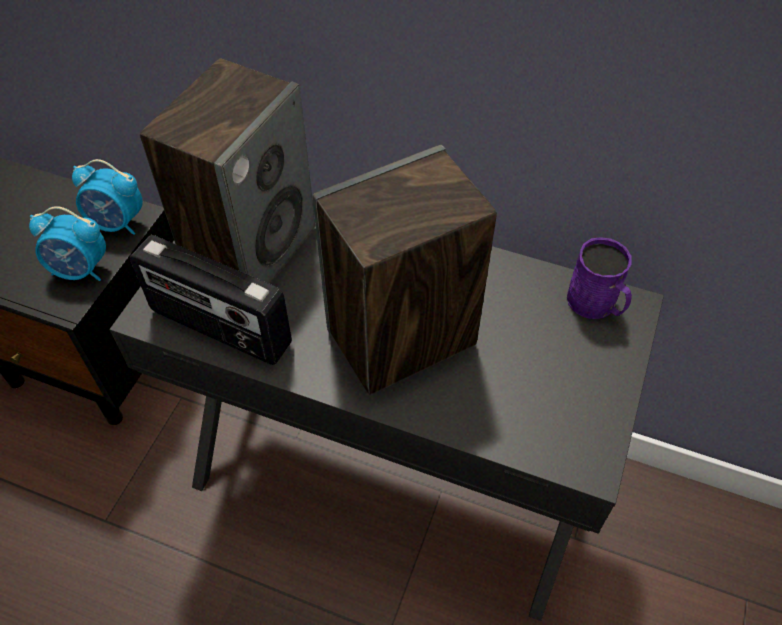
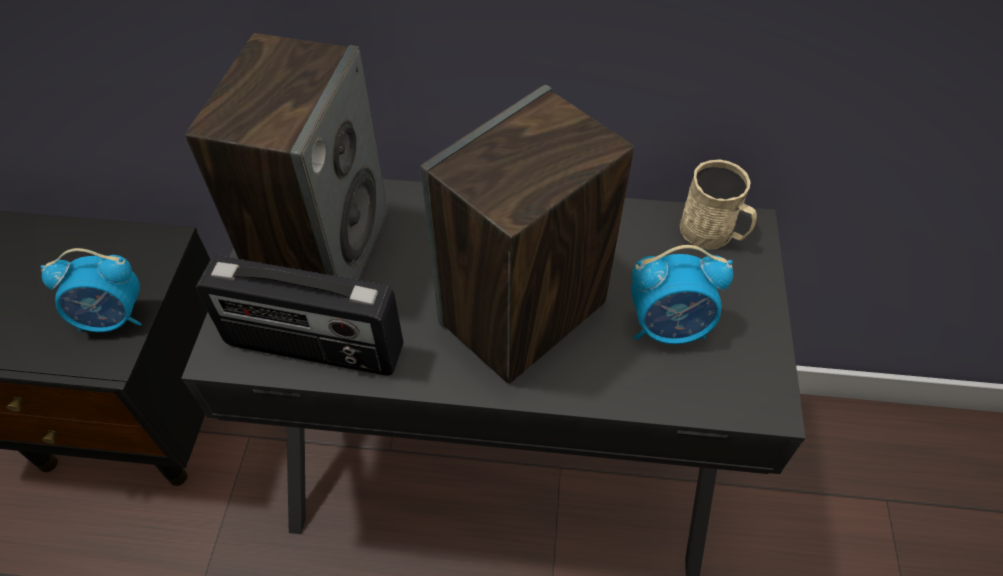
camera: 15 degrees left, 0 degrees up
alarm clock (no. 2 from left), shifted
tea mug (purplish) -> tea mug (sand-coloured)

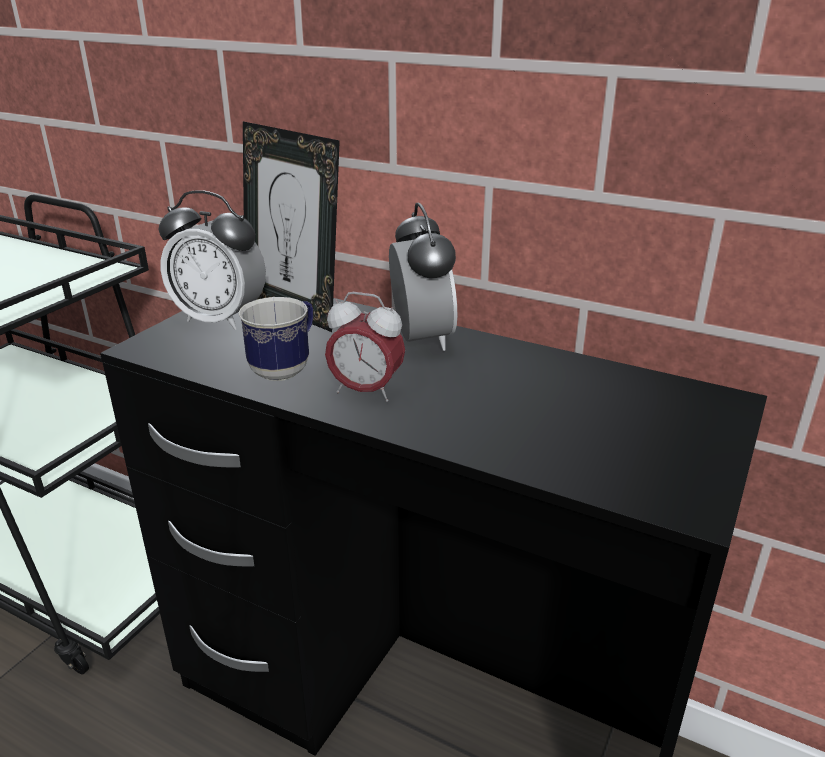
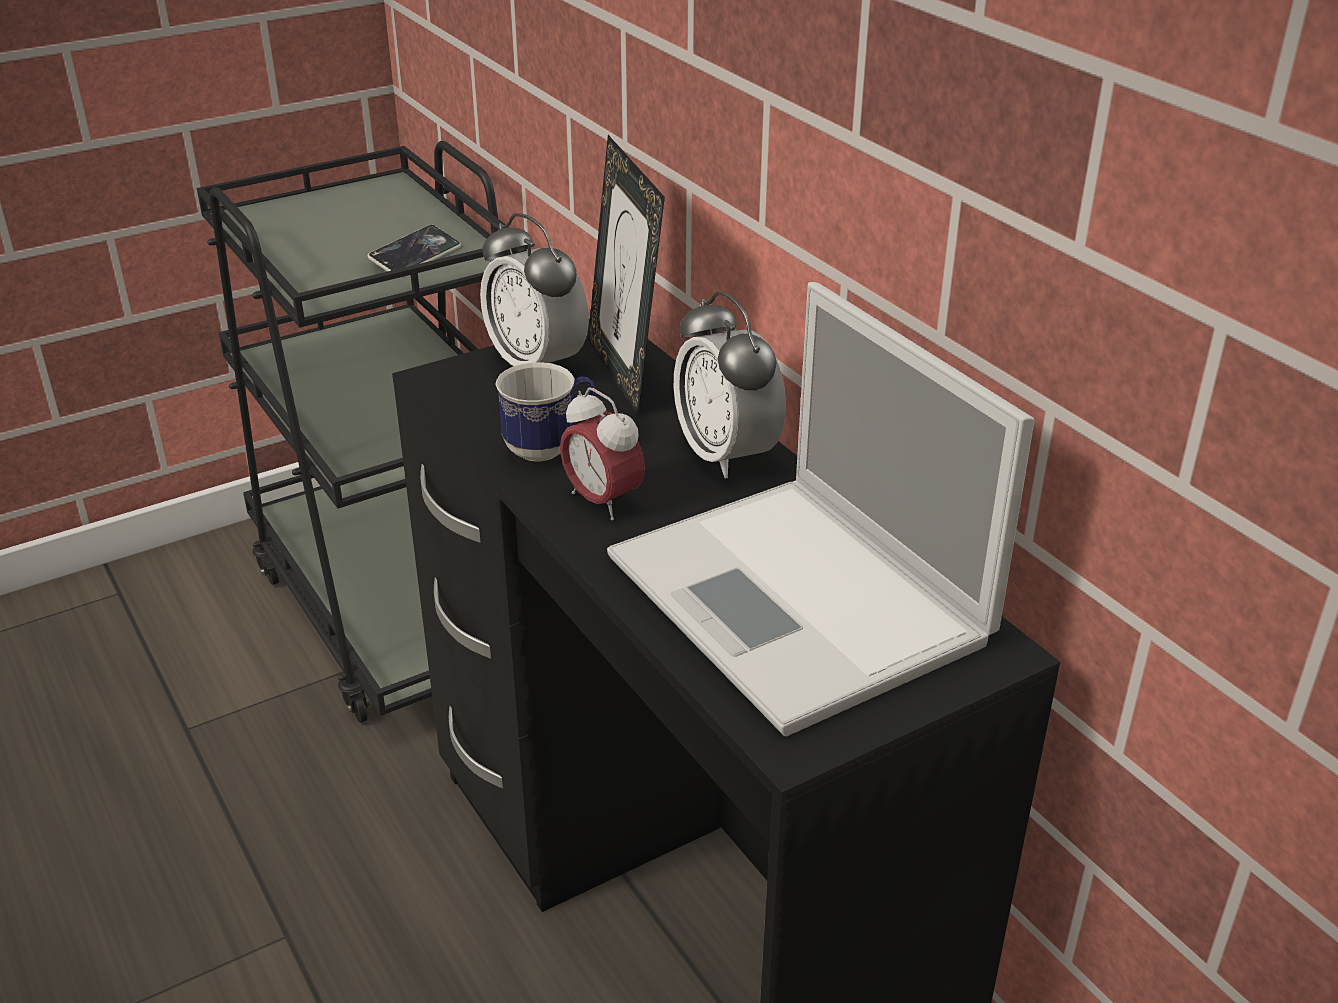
camera: 30 degrees right, 5 degrees up
none -> telephone
none -> notebook computer
alarm clock (no. 3 from left), 135 degrees clockwise

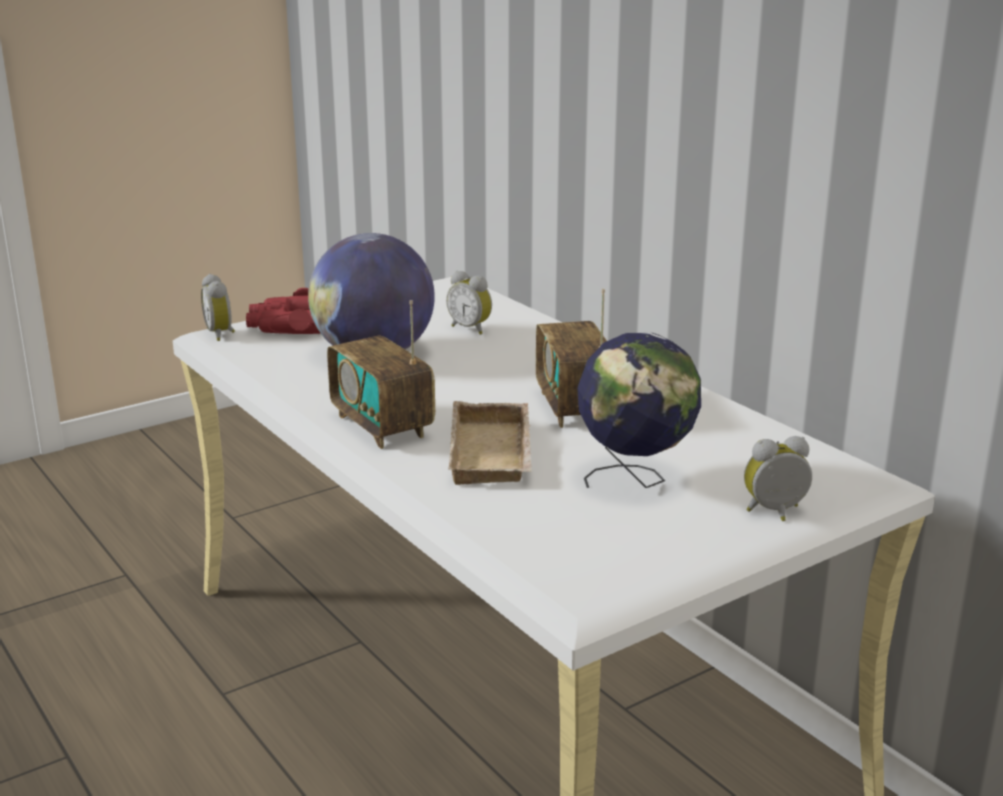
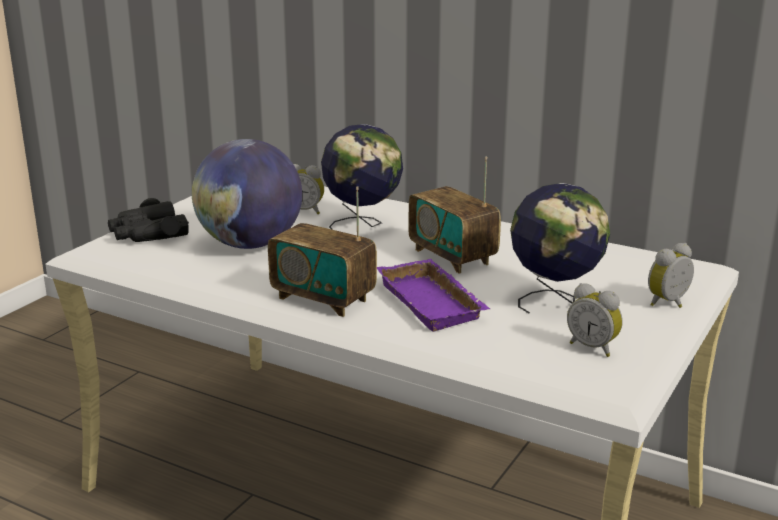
camera: 25 degrees left, 0 degrees up
none -> desk globe (no. 2 from left)
alarm clock (no. 1 from left in the first image) -> alarm clock (no. 2 from left), shifted
binoculars (red) -> binoculars (blackish)
tray (sand-coloured) -> tray (purplish)

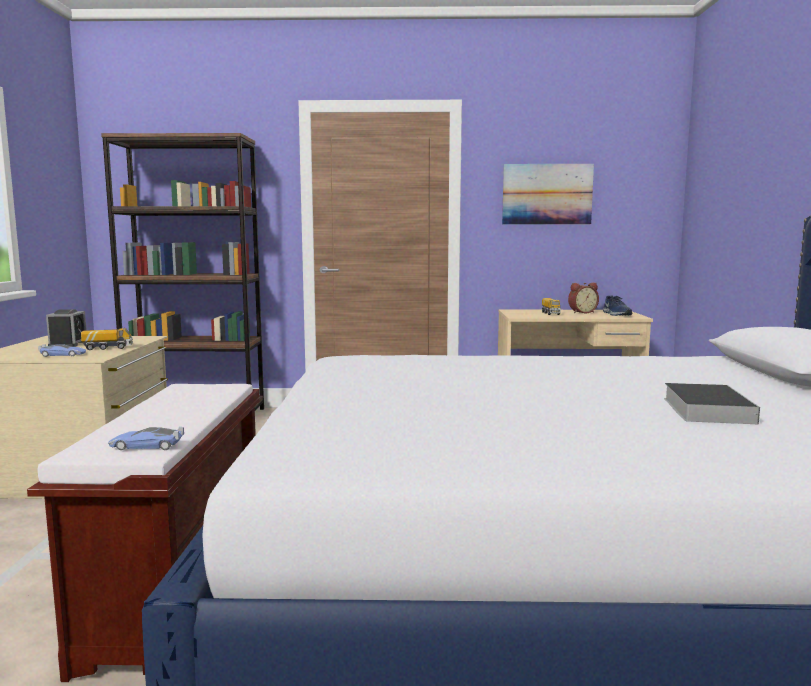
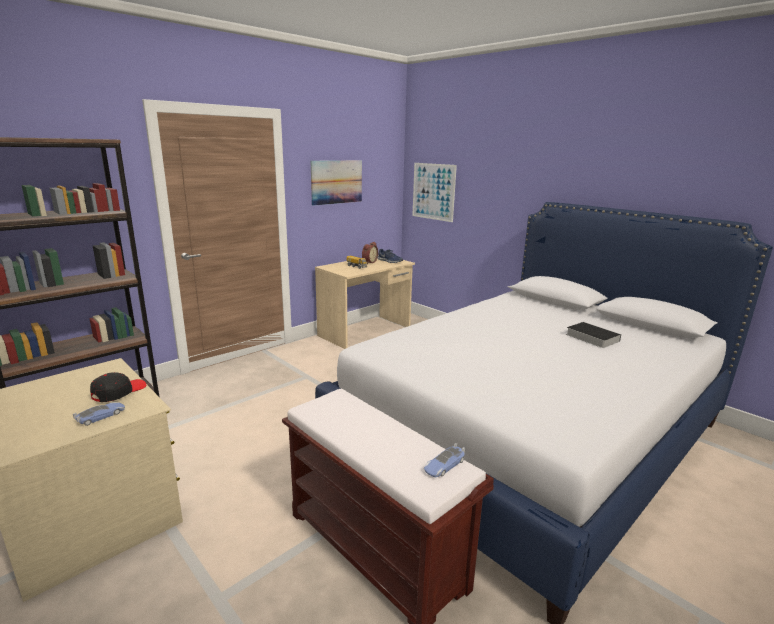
camera: 45 degrees left, 10 degrees up
alarm clock (no. 1 from left) -> none
none -> picture (no. 2 from left)
model truck (no. 1 from left) -> cap (blackish)

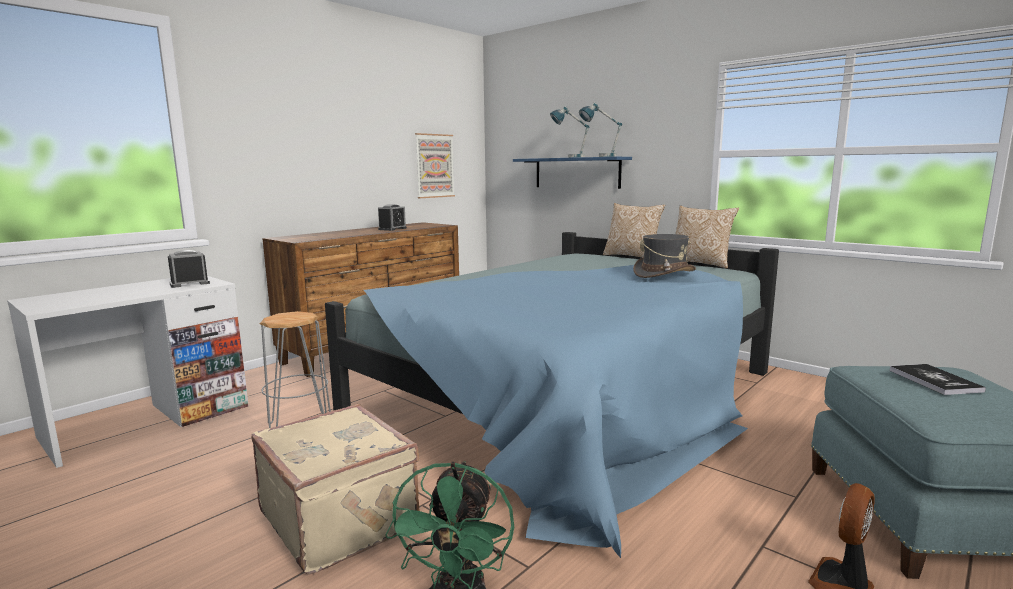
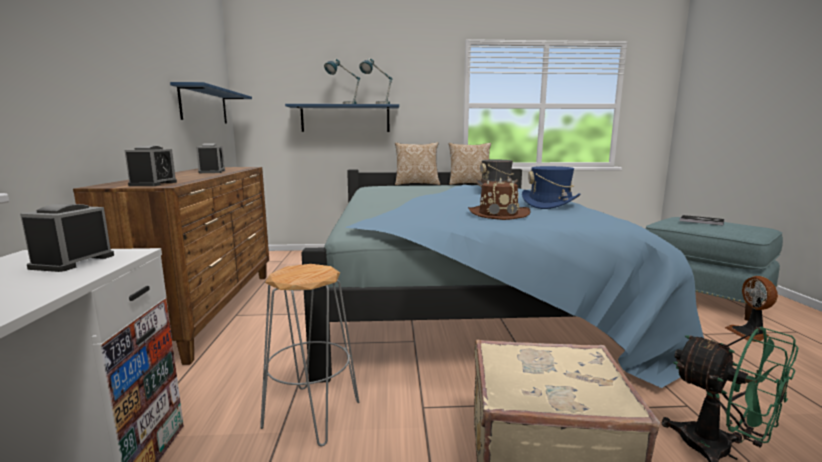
camera: 45 degrees left, 0 degrees up
none -> alarm clock (no. 2 from left)
none -> clothing hat (brown)
none -> clothing hat (blue-coloured)
picture -> bracket shelf (blue-coloured) (no. 1 from left)

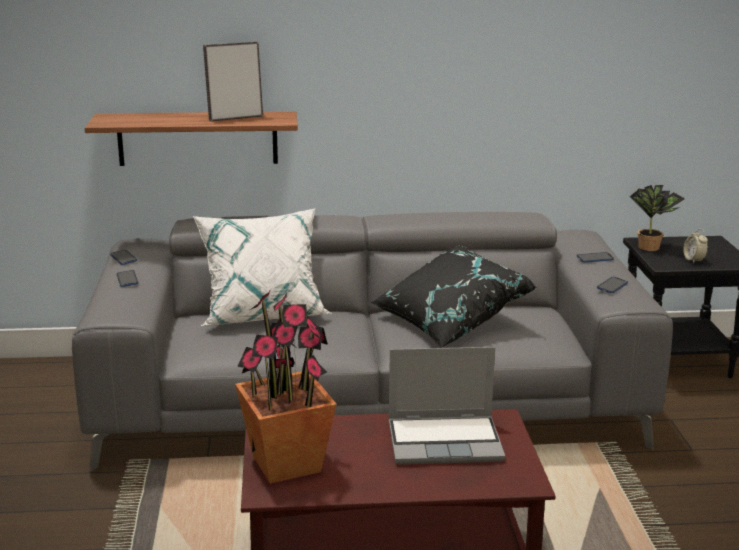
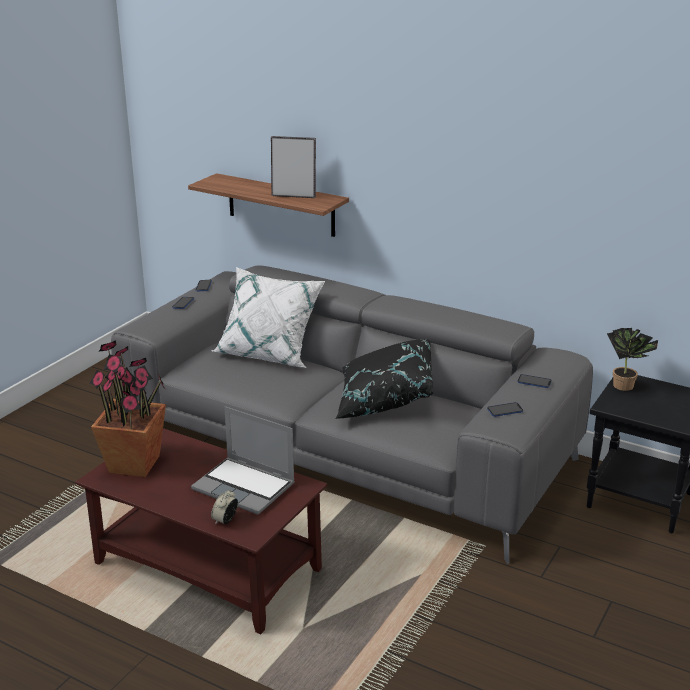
camera: 35 degrees right, 5 degrees up
alarm clock, shifted

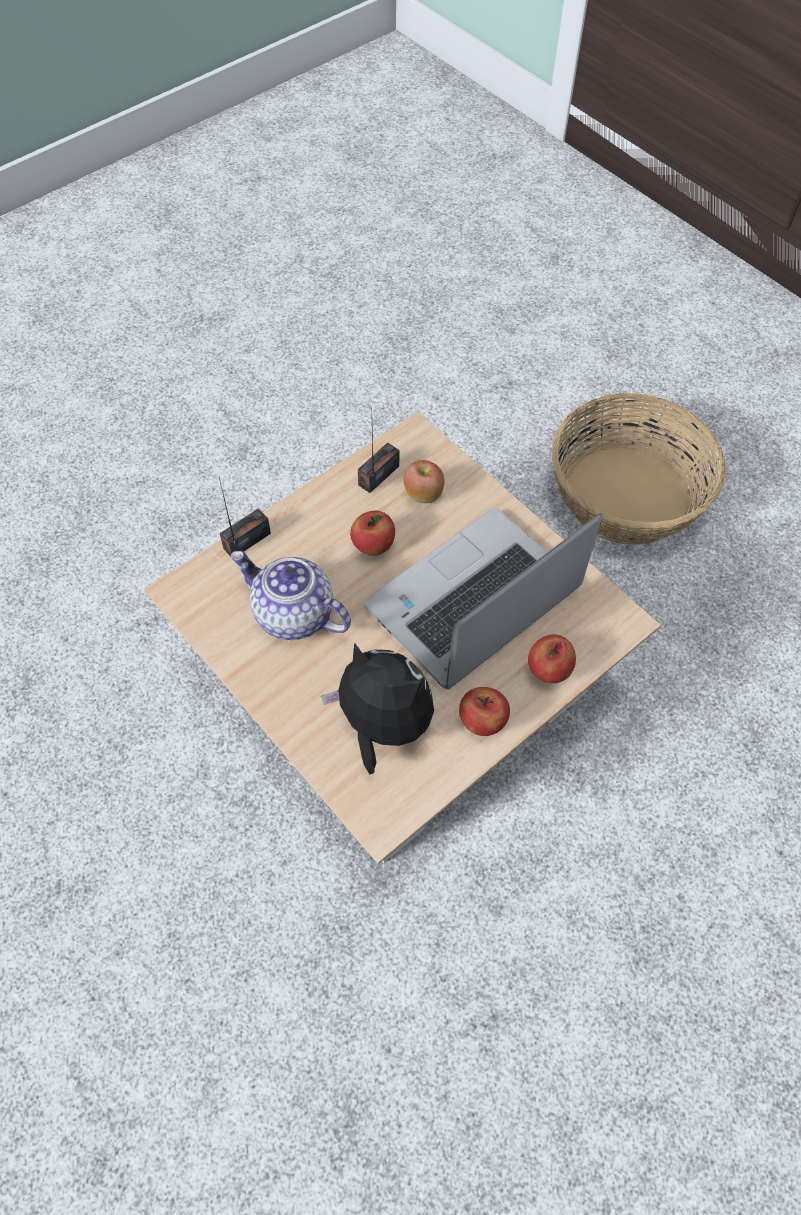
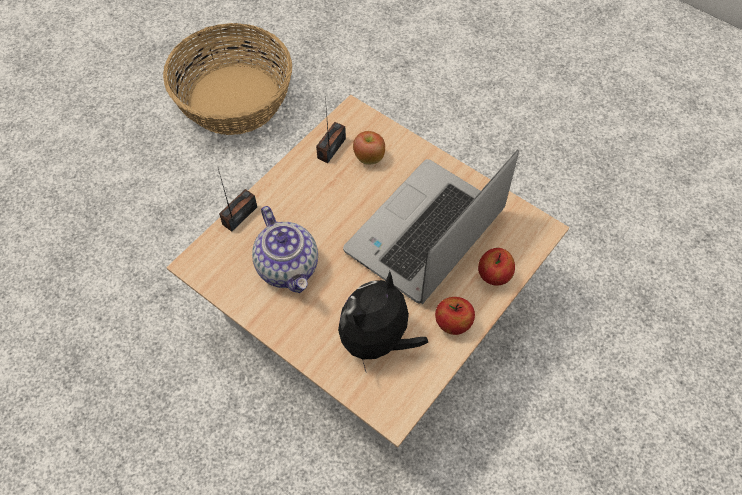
camera: 10 degrees left, 0 degrees up
apple (no. 1 from left) -> none
household basket, shifted
pot for tea, 135 degrees counterclockwise
cuddly toy, 75 degrees counterclockwise

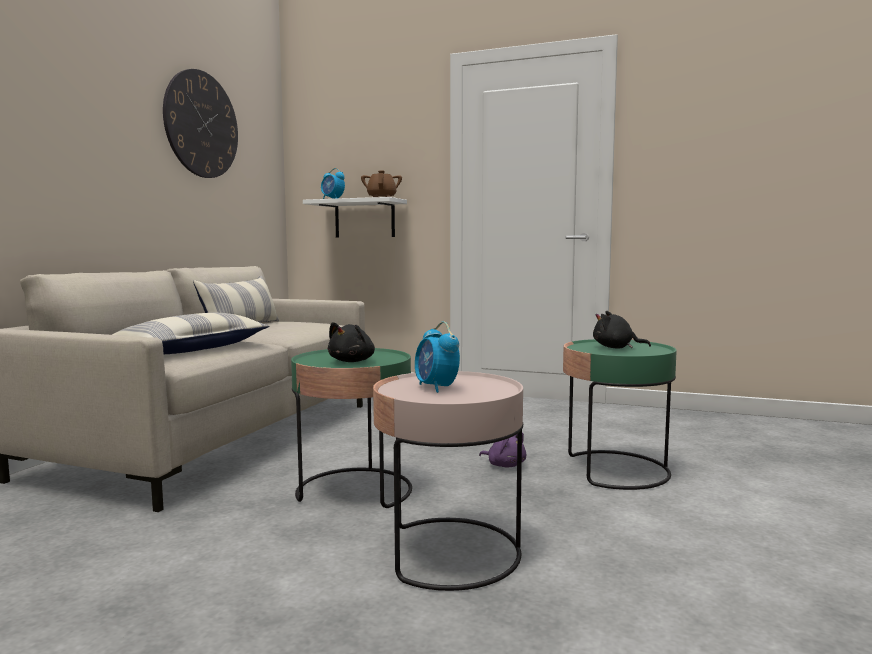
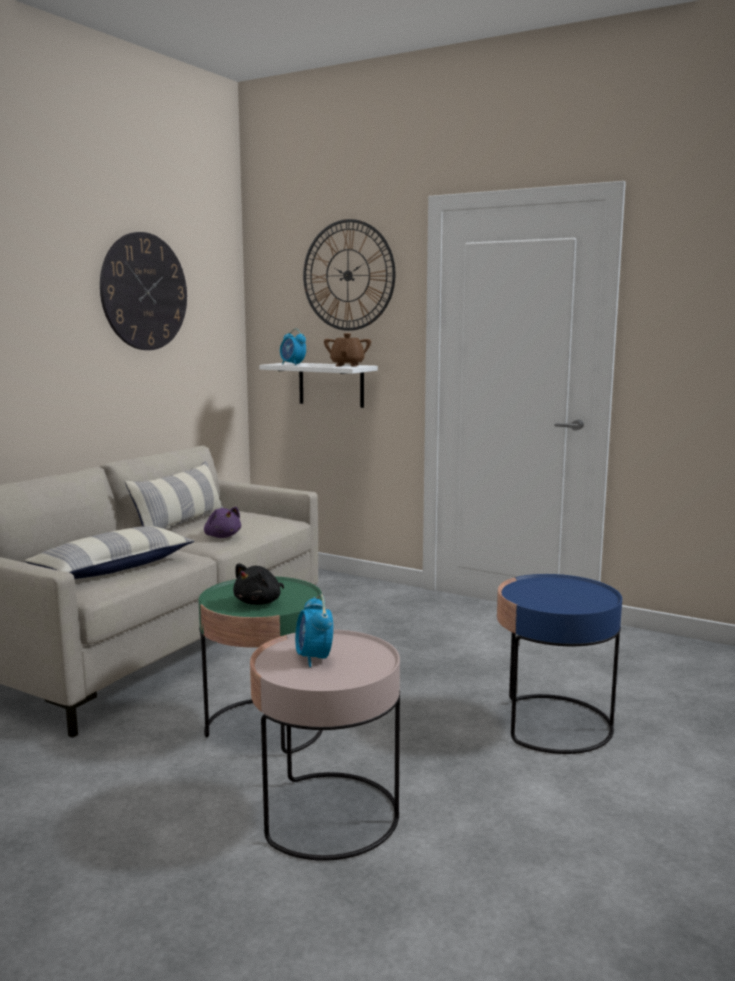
camera: 10 degrees right, 5 degrees up
cuddly toy (blackish) (no. 2 from left) -> none
none -> wall clock (no. 2 from left)
cuddly toy (purplish), shifted
accent table (greenish) (no. 2 from left) -> accent table (blue-coloured)

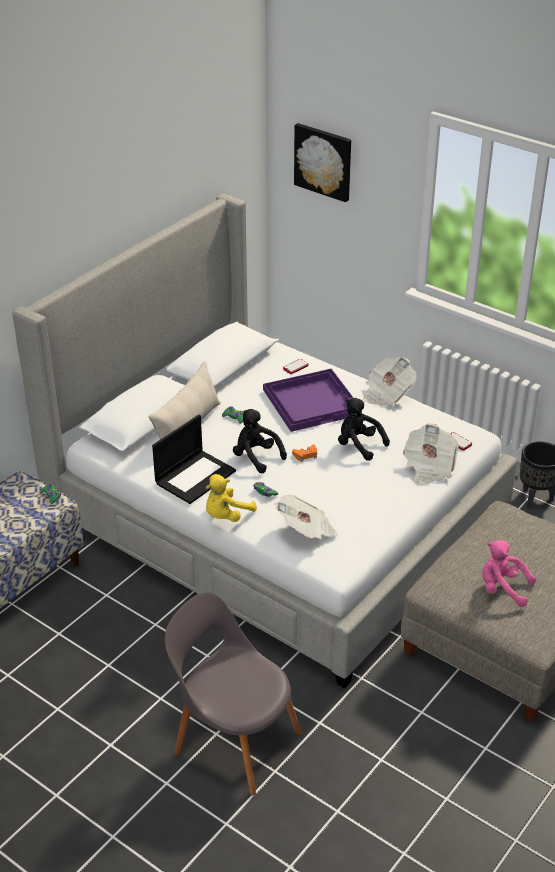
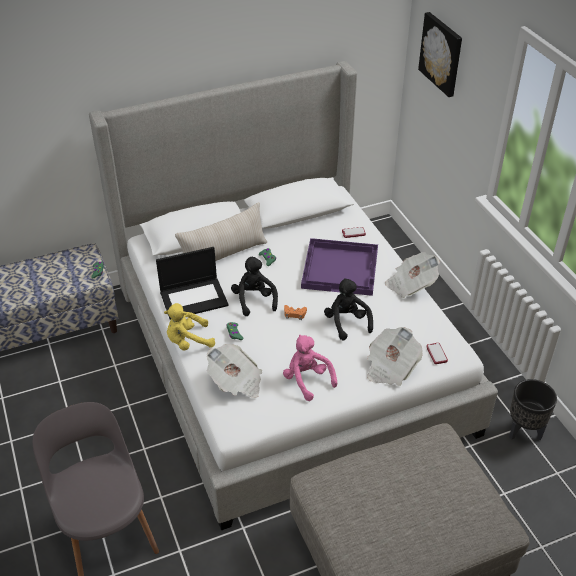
camera: 30 degrees right, 5 degrees up
cuddly toy (pinkish), shifted

